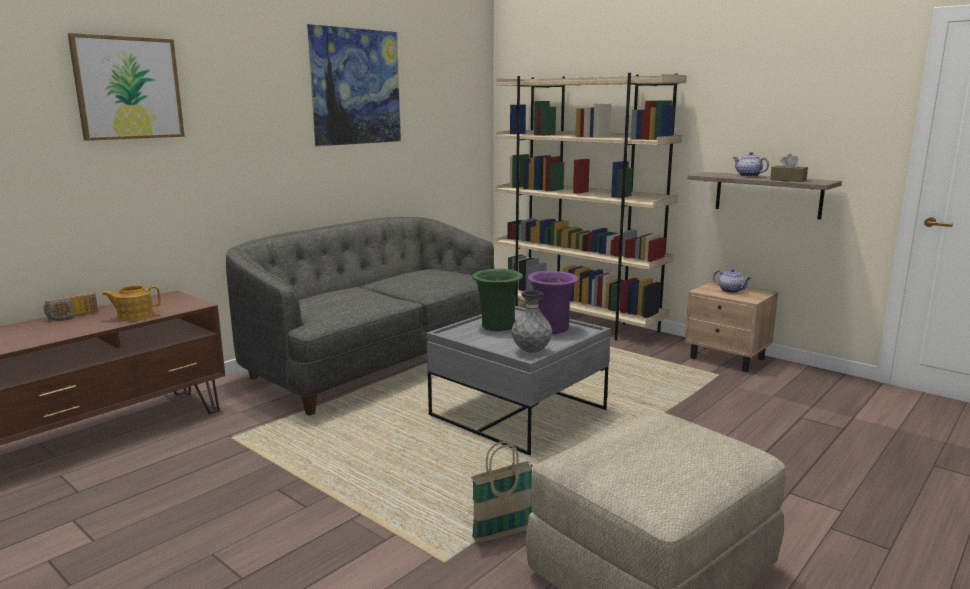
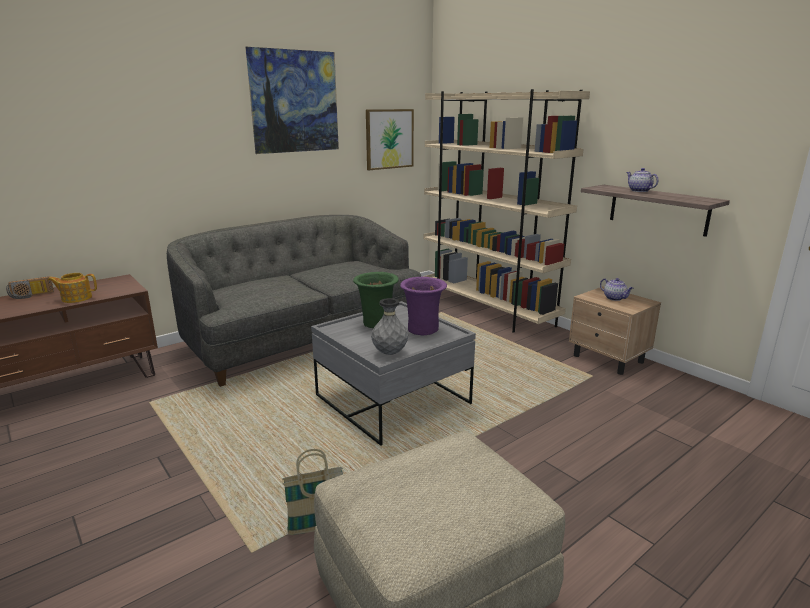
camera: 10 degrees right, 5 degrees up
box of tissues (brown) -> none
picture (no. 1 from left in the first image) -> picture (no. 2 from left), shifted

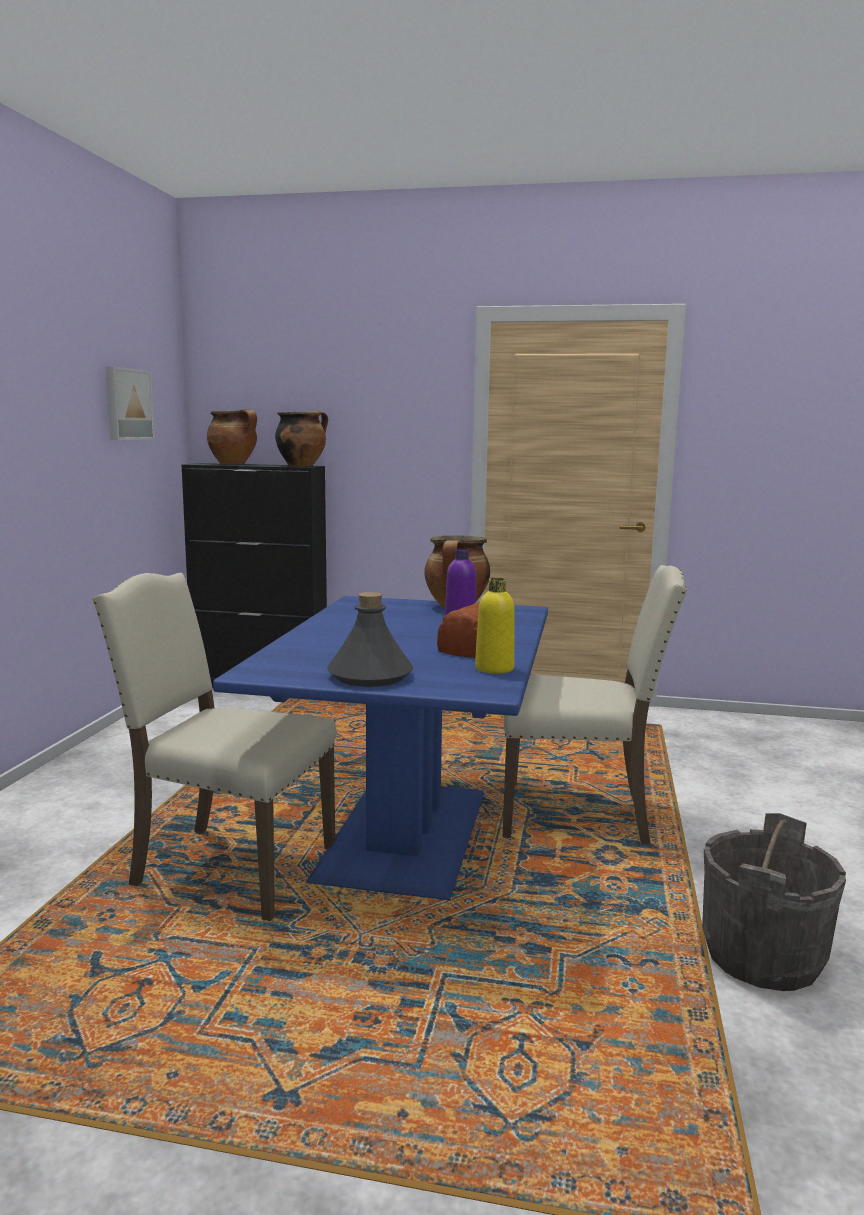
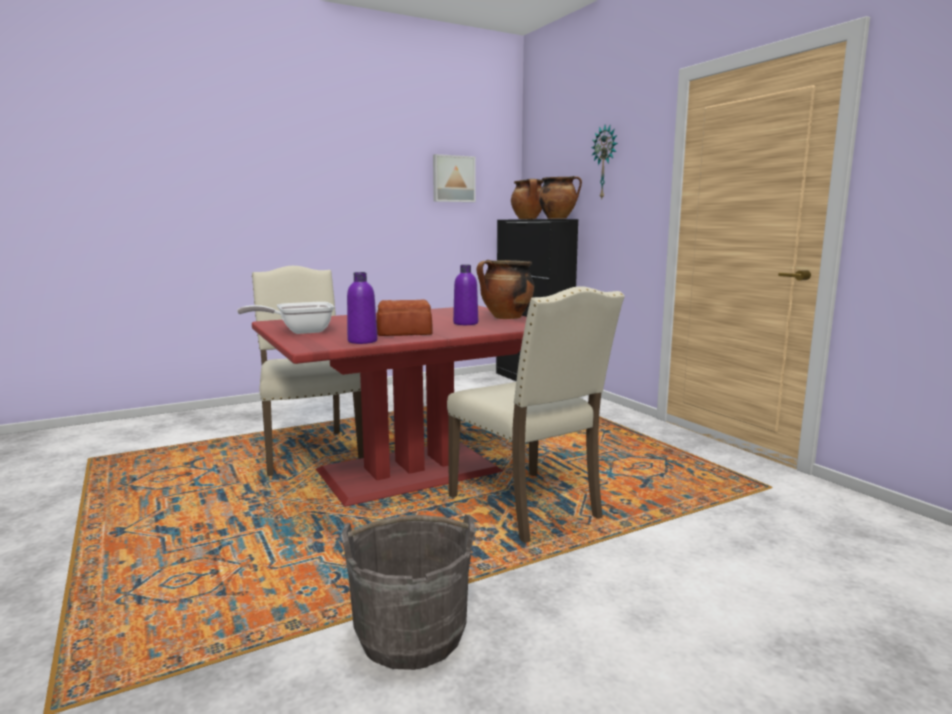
camera: 50 degrees right, 0 degrees up
none -> wall clock
drink bottle (greyish) -> skillet
dining table (blue-coloured) -> dining table (red)
drink bottle (yellow) -> drink bottle (purplish) (no. 1 from left)

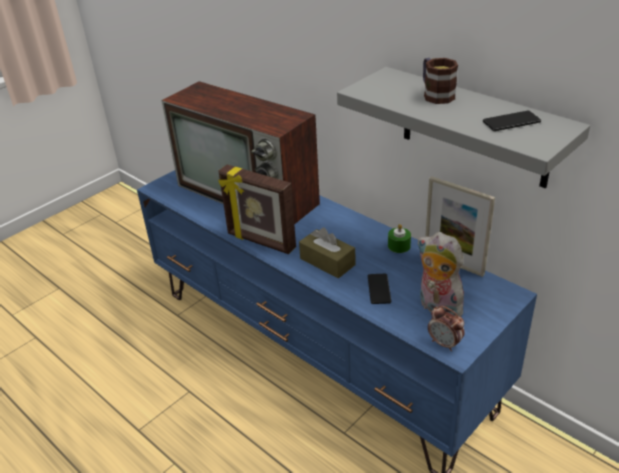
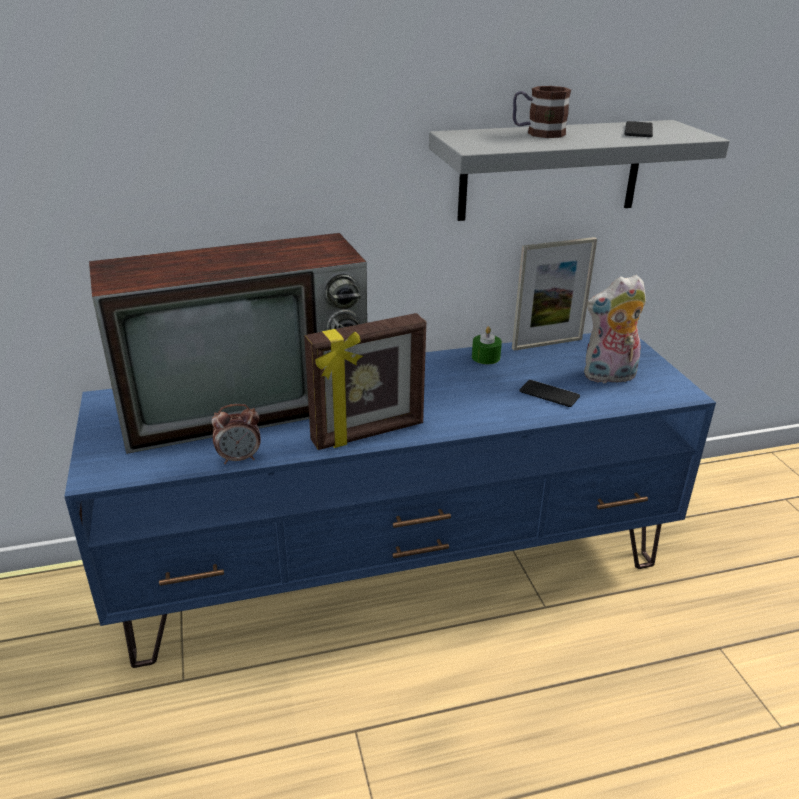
camera: 60 degrees left, 5 degrees down
box of tissues (brown) -> none
alarm clock, shifted

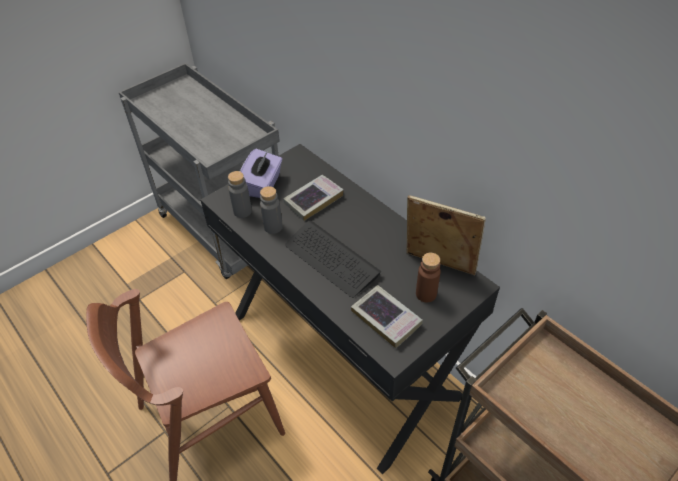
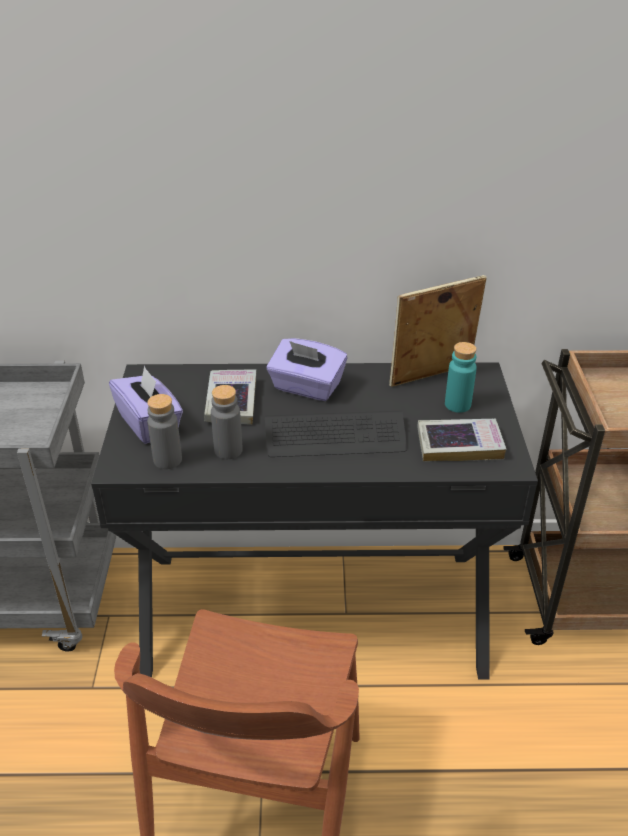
camera: 50 degrees left, 10 degrees down
none -> box of tissues (purplish) (no. 2 from left)
drink bottle (brown) -> drink bottle (turquoise)

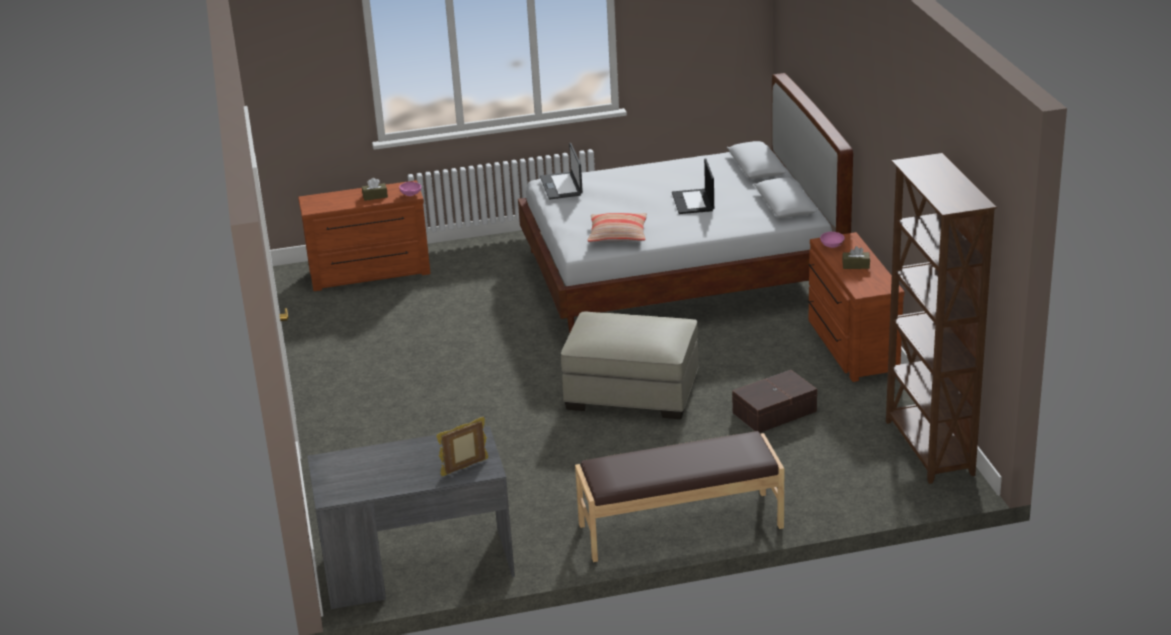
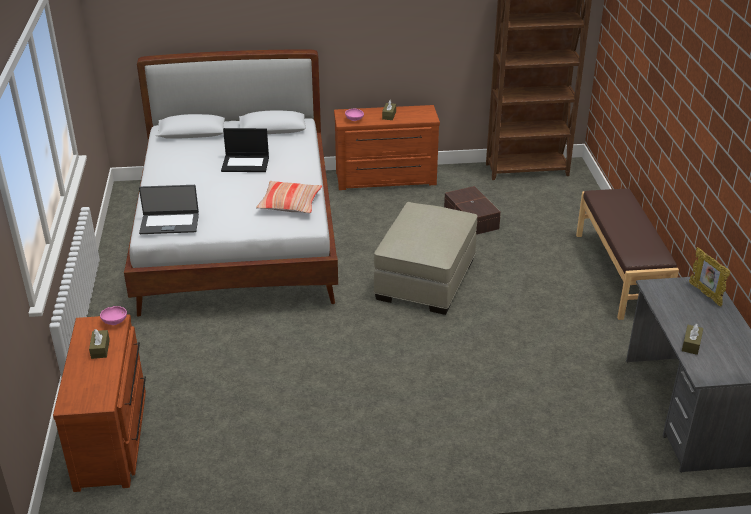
camera: 85 degrees left, 5 degrees up
none -> box of tissues (brown) (no. 3 from left)

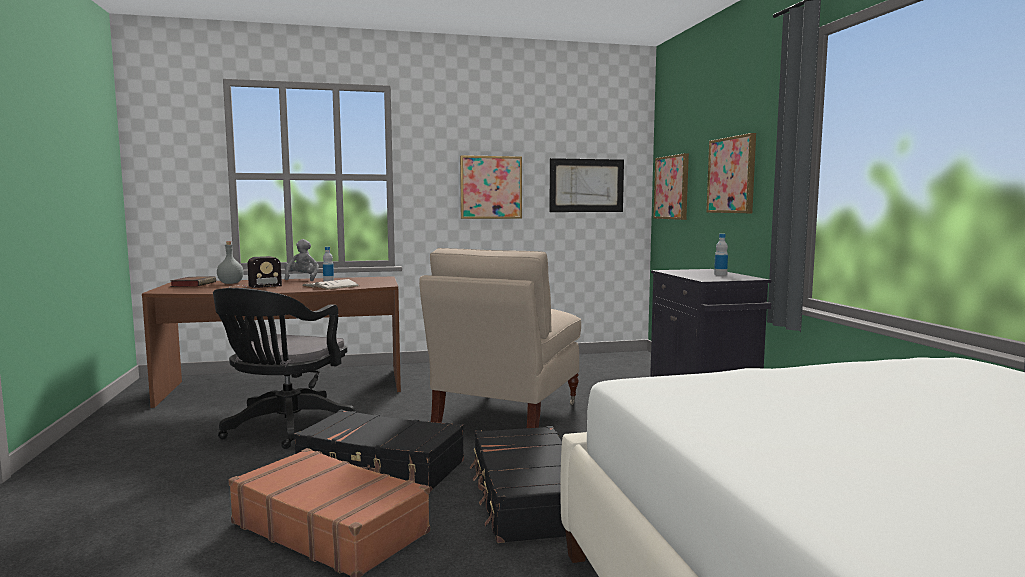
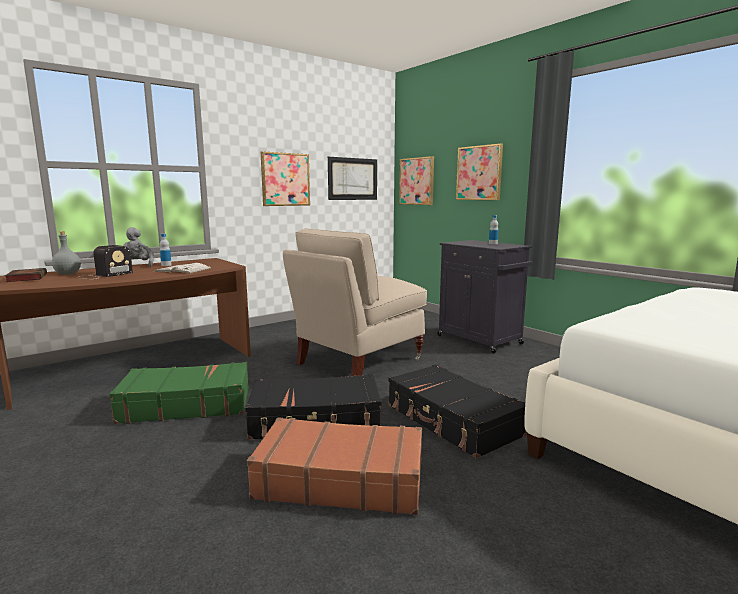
camera: 25 degrees left, 5 degrees up
office chair (blackish) -> travel case (greenish)
plain chair (sand-coloured), 45 degrees clockwise

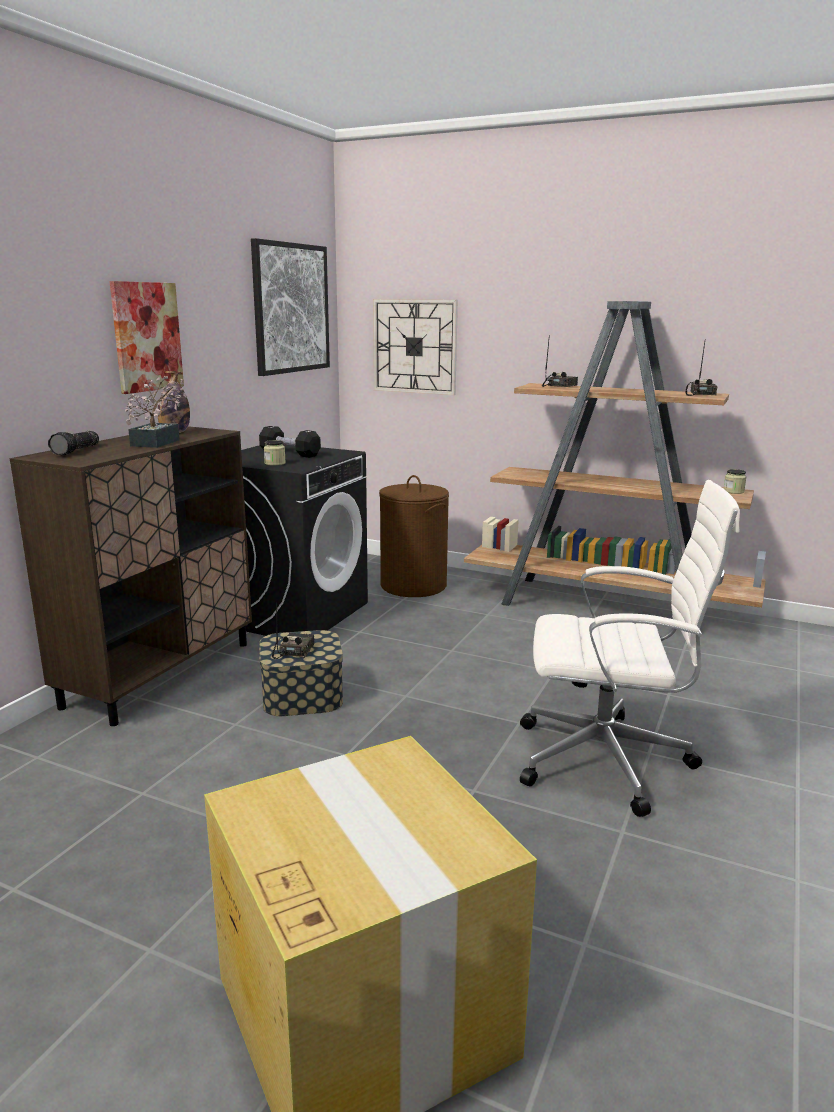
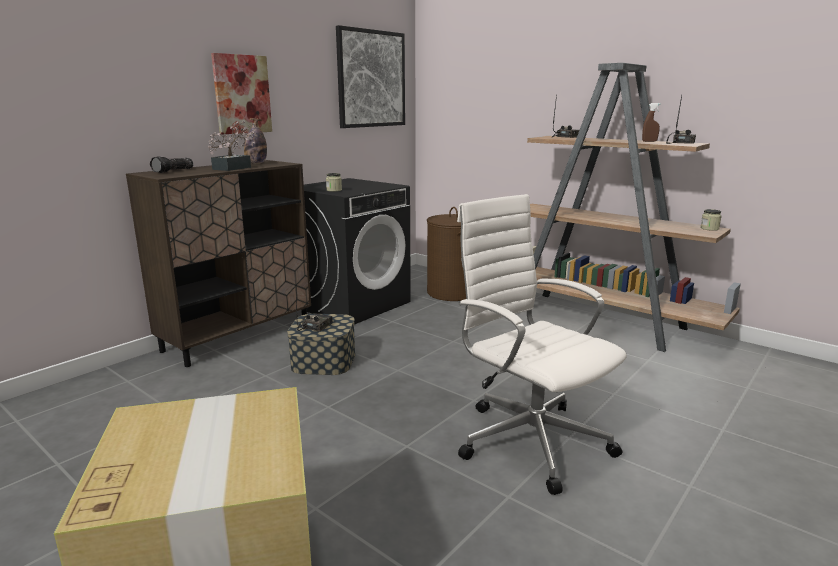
camera: 15 degrees right, 0 degrees up
hand weight (blackish) -> none
wall clock -> none
none -> spray bottle (brown)
office chair (whitish), 150 degrees counterclockwise

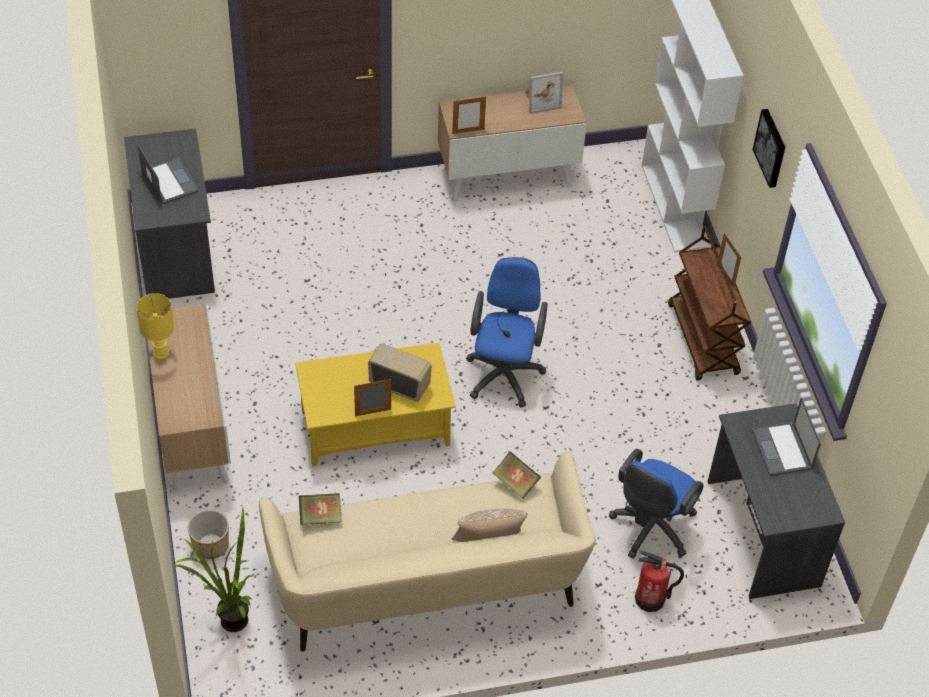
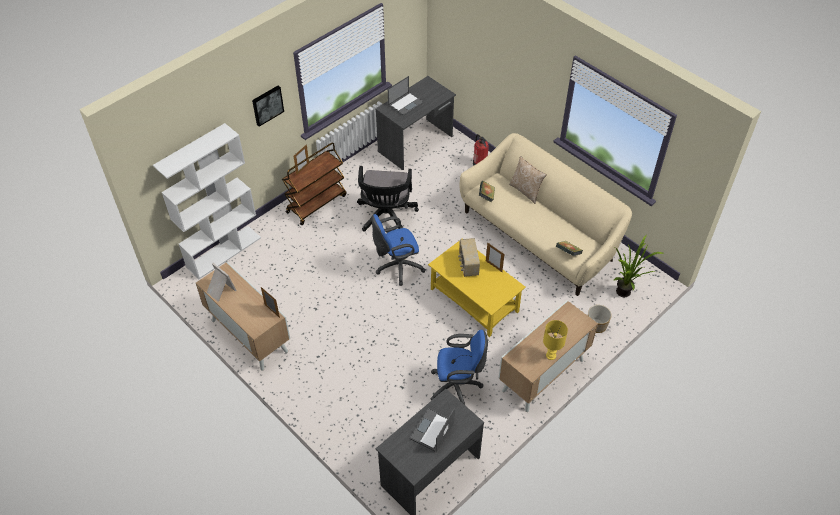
camera: 120 degrees left, 0 degrees up
none -> office chair (blackish)
office chair (blue-coloured) (no. 2 from left), shifted

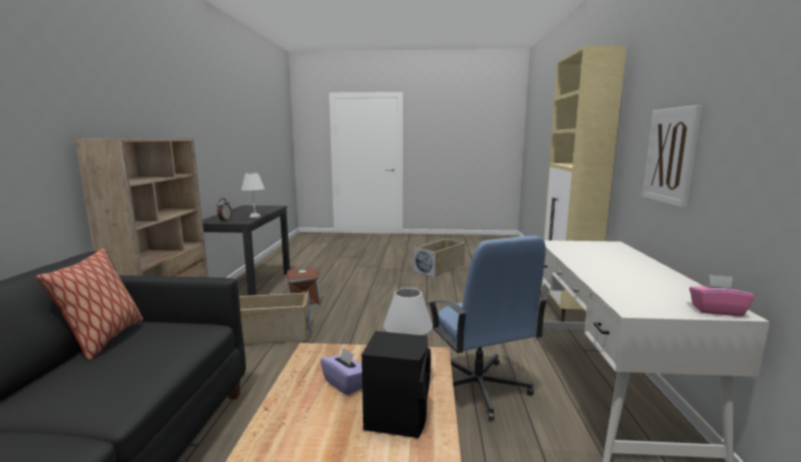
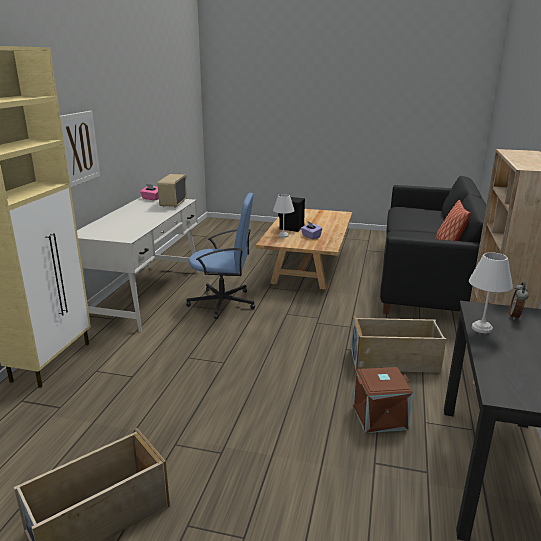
camera: 170 degrees left, 10 degrees up
none -> radio set
office chair (blue-coloured), 105 degrees clockwise

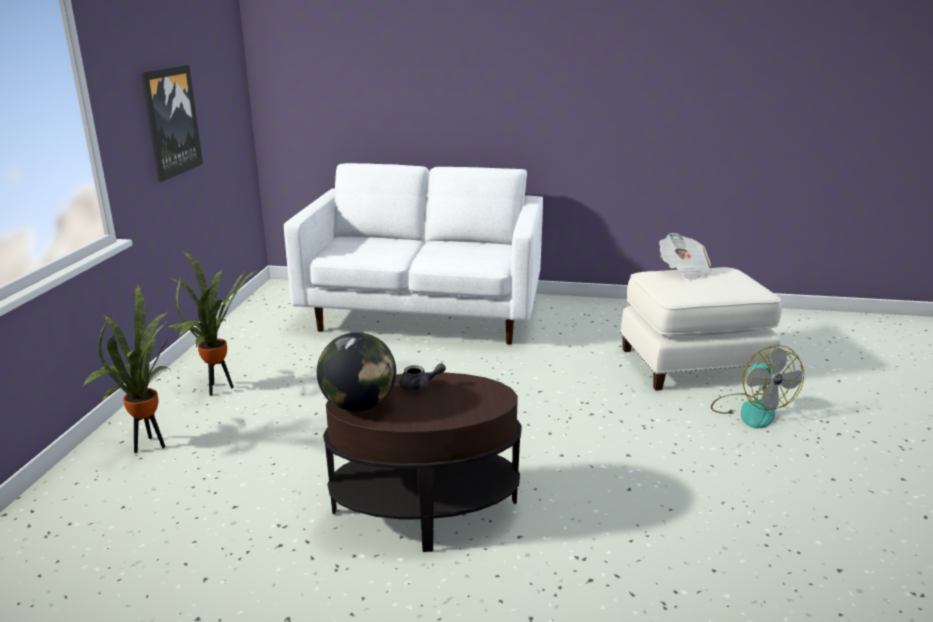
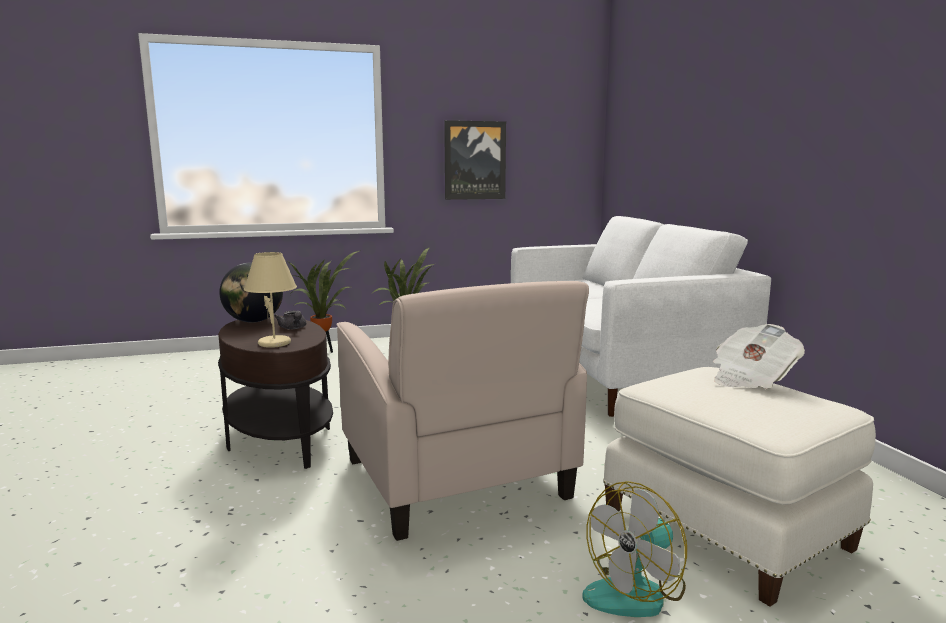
camera: 65 degrees right, 10 degrees down
none -> lamp for a table (sand-coloured)
none -> armchair (sand-coloured)

